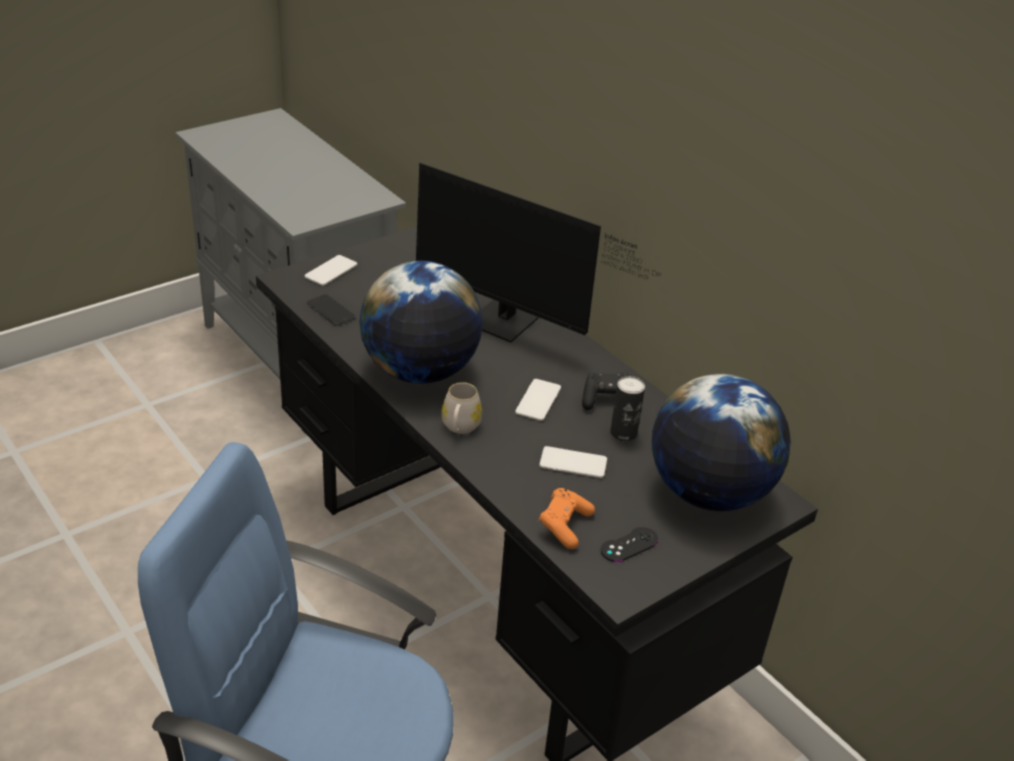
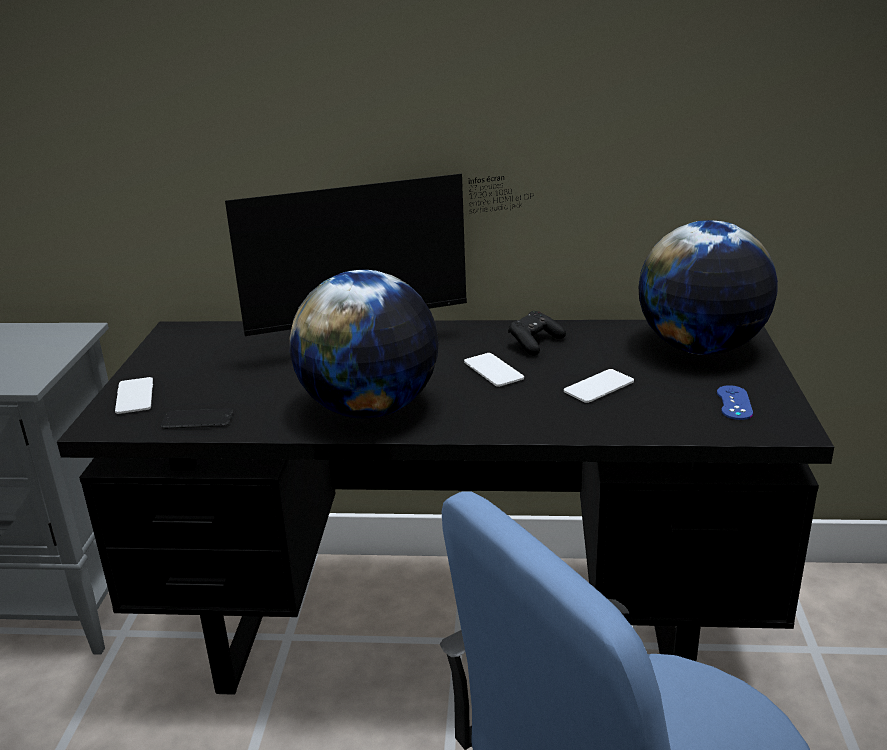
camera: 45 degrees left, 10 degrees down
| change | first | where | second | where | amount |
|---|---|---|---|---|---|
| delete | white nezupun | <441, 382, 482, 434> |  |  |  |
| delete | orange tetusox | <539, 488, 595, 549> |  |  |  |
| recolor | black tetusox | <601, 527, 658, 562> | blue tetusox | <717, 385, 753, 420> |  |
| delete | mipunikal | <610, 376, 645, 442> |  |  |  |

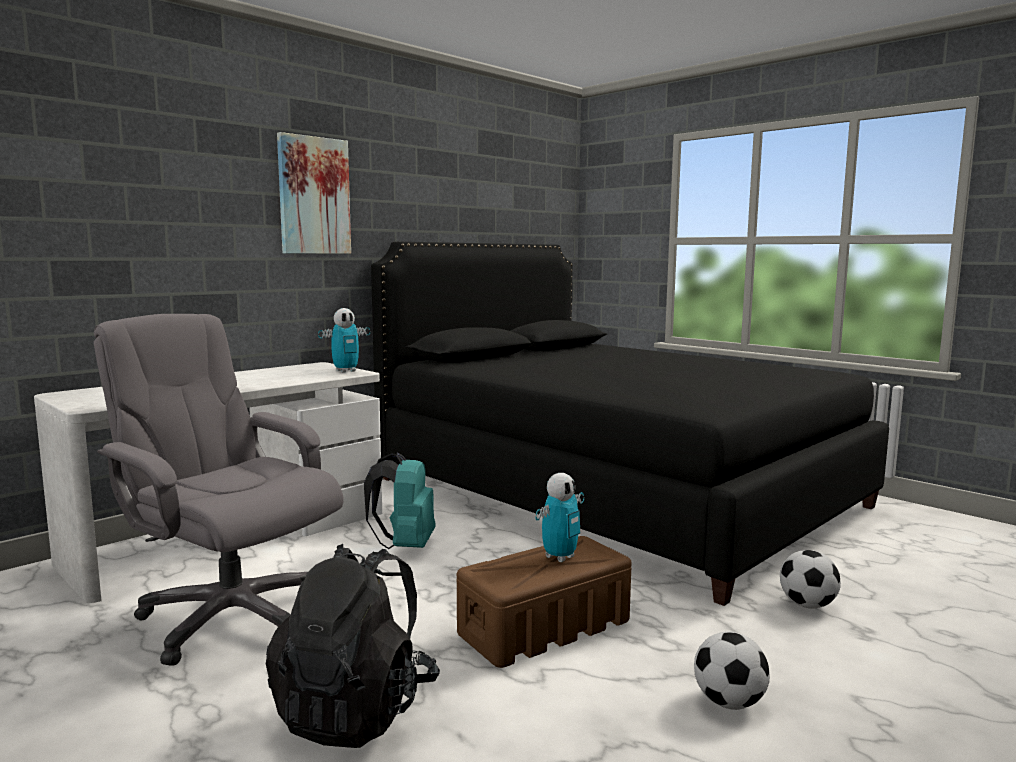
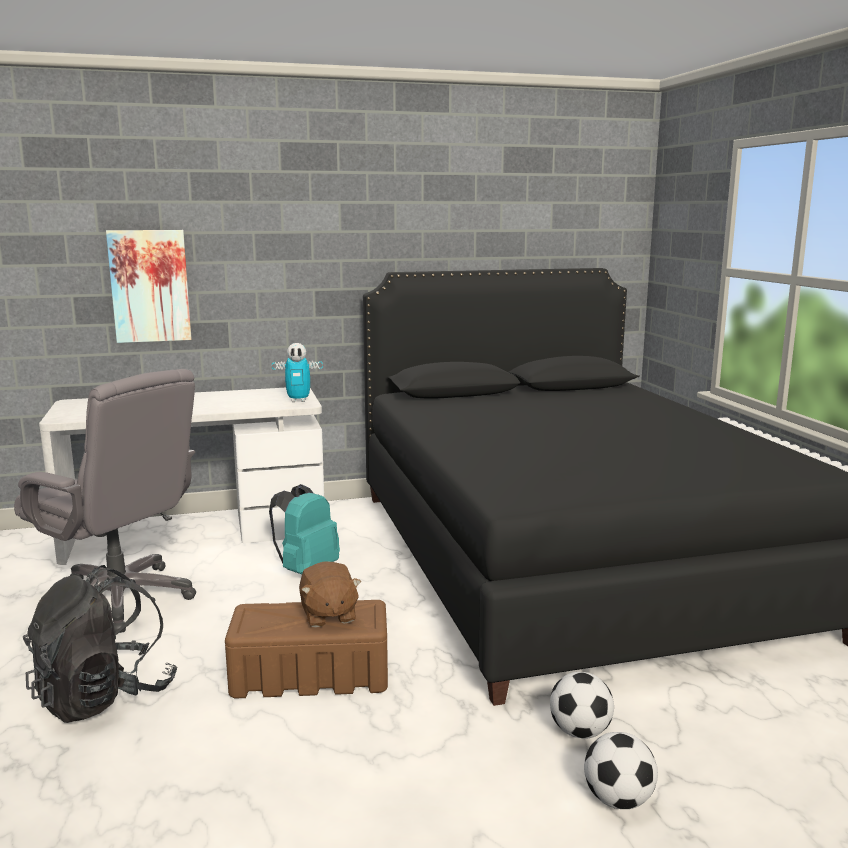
camera: 30 degrees right, 5 degrees up
| change | first | where | second | where | amount |
|---|---|---|---|---|---|
| rotate | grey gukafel | <94, 314, 344, 666> |  | <14, 369, 196, 633> | 150 degrees clockwise |
| move | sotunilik | <277, 132, 351, 254> |  | <106, 230, 192, 343> |  |
| replace | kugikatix | <535, 473, 584, 562> | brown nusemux | <299, 561, 361, 628> |  |
| move | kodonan | <694, 631, 770, 710> |  | <584, 732, 658, 809> |  |

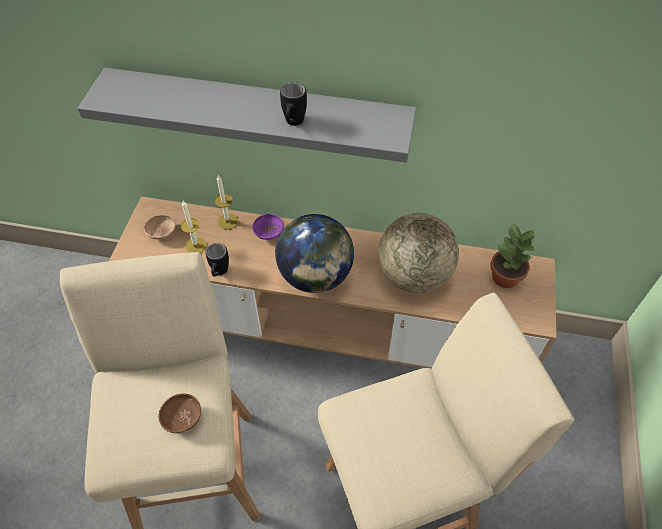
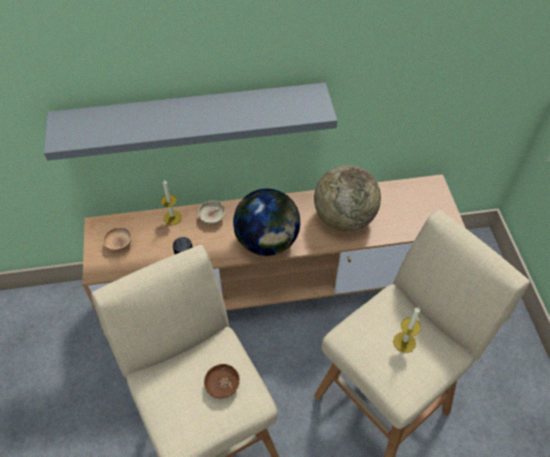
camera: 20 degrees left, 0 degrees up
| change | first | where | second | where | amount |
|---|---|---|---|---|---|
| move | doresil | <181, 201, 207, 253> |  | <393, 307, 421, 353> |  |
| recolor | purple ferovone | <252, 214, 284, 240> | beige ferovone | <198, 201, 225, 224> |  |
| delete | black nezupun | <280, 82, 307, 126> |  |  |  |
| delete | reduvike | <490, 223, 536, 288> |  |  |  |

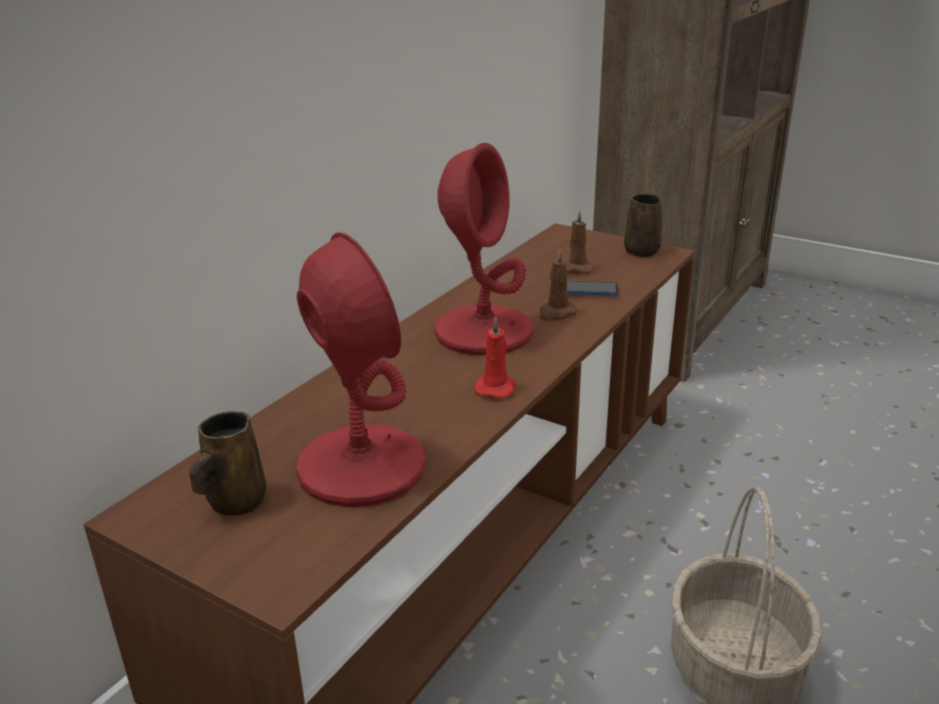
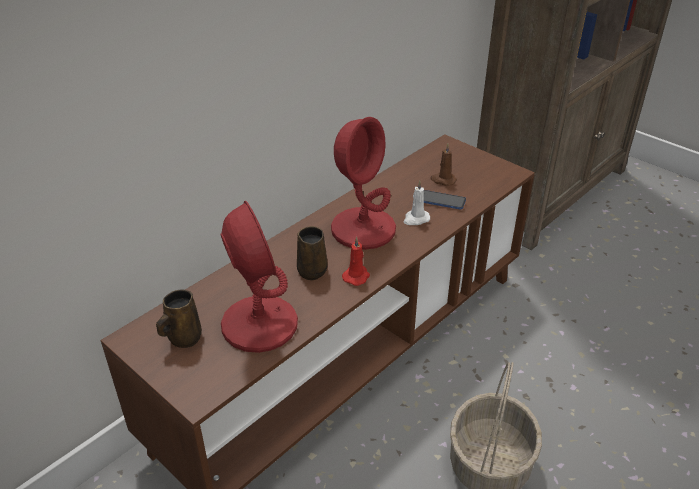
camera: 10 degrees right, 10 degrees up
| change | first | where | second | where | amount |
|---|---|---|---|---|---|
| recolor | brown doresil | <539, 249, 578, 321> | white doresil | <404, 181, 430, 225> |  |
| move | brown nezupun | <624, 193, 662, 257> |  | <297, 226, 327, 280> |  |

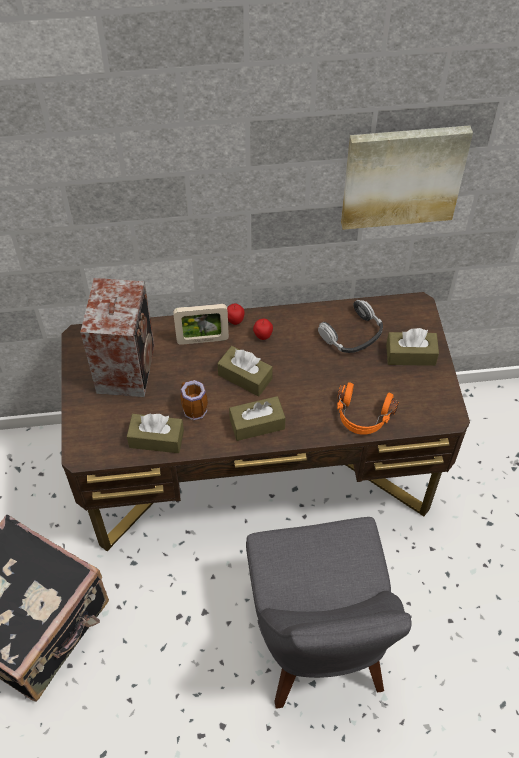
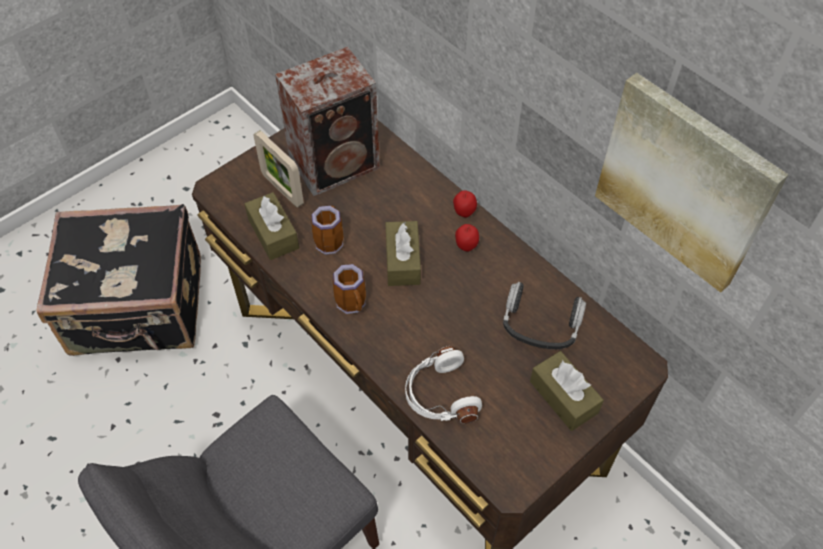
camera: 55 degrees right, 0 degrees up
| change | first | where | second | where | amount |
|---|---|---|---|---|---|
| move | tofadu | <173, 304, 229, 345> |  | <253, 130, 304, 208> |  |
| replace | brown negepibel | <229, 396, 286, 441> | nezupun | <333, 264, 366, 314> |  |
| recolor | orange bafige | <337, 382, 399, 435> | white bafige | <405, 346, 482, 423> |  |

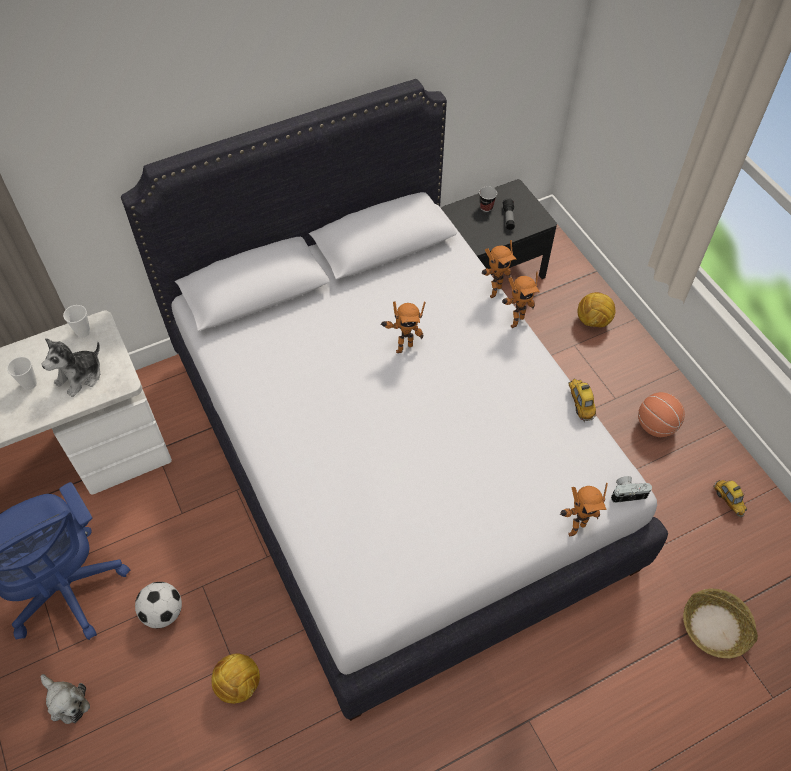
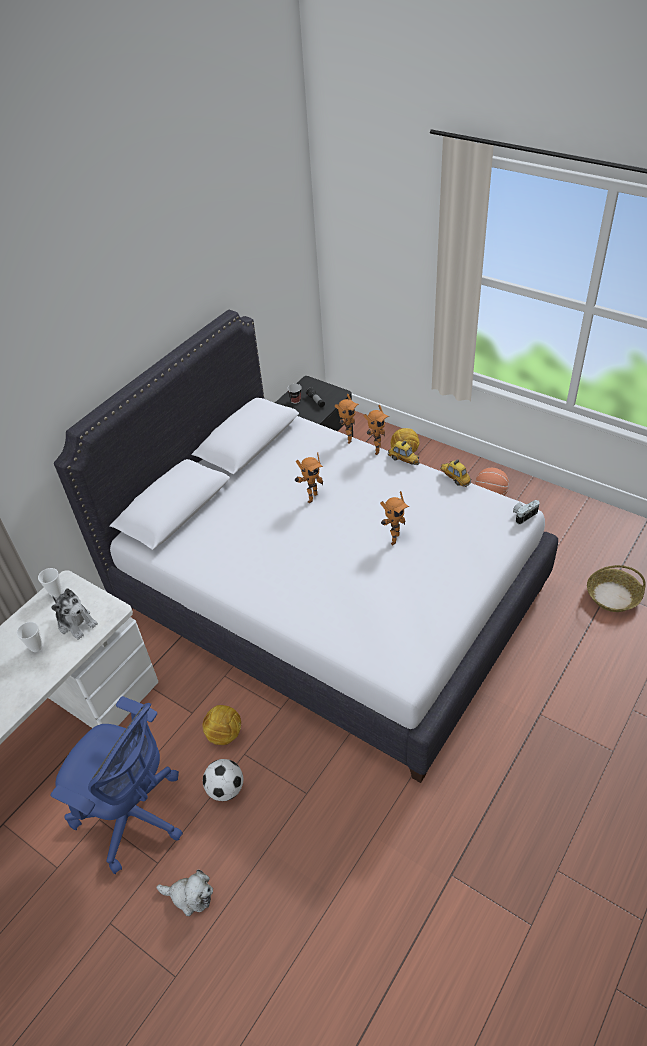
camera: 25 degrees left, 10 degrees down
| change | first | where | second | where | amount |
|---|---|---|---|---|---|
| rotate | nusemux | <42, 338, 100, 397> |  | <51, 588, 98, 640> | 60 degrees counterclockwise |
| move | kodonan | <211, 653, 260, 704> |  | <203, 705, 241, 745> |  |
| move | kugikatix | <560, 483, 608, 537> |  | <380, 491, 409, 545> |  |
| move | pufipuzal | <714, 480, 747, 517> |  | <388, 441, 420, 465> |  |

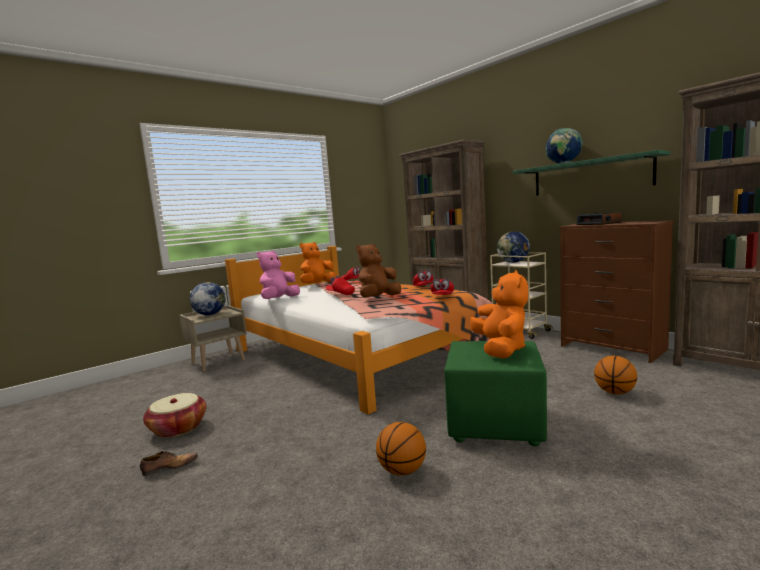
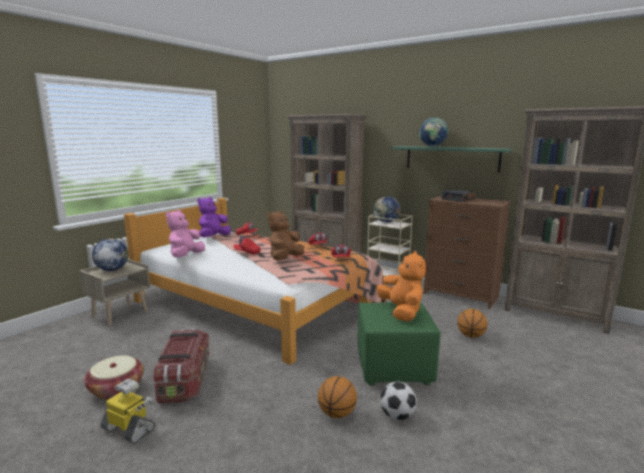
camera: 15 degrees left, 5 degrees up
| change | first | where | second | where | amount |
|---|---|---|---|---|---|
| replace | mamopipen | <140, 451, 198, 476> | kugikatix | <100, 379, 155, 443> |  |
| recolor | orange nusemux | <300, 242, 336, 284> | purple nusemux | <197, 197, 231, 237> |  |
| insert |  |  | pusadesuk | <154, 329, 209, 404> |  |
| insert |  |  | kodonan | <380, 382, 417, 420> |  |

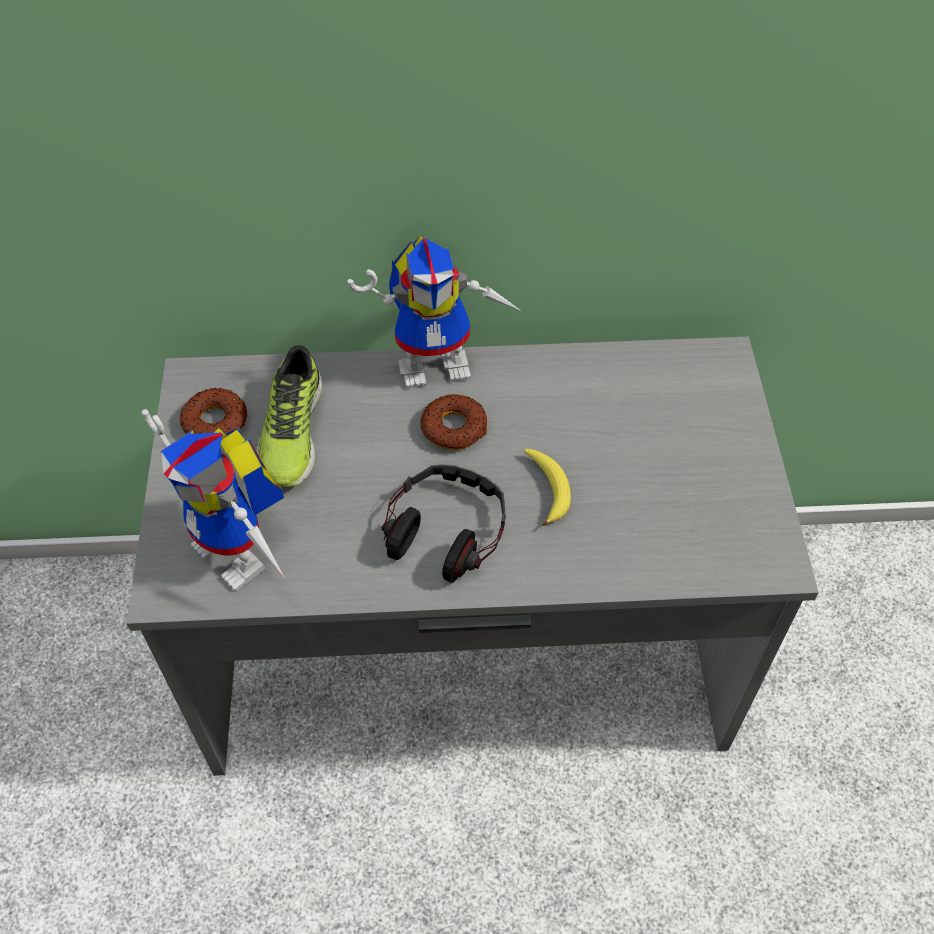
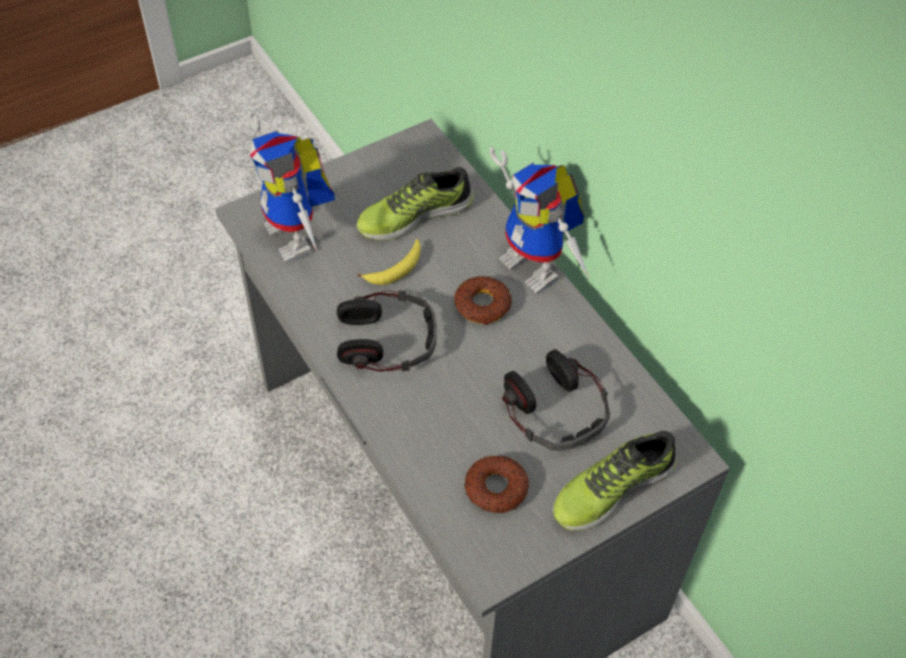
camera: 60 degrees right, 0 degrees up
| change | first | where | second | where | amount |
|---|---|---|---|---|---|
| rotate | kugikatix | <142, 409, 285, 592> |  | <248, 111, 335, 263> | 45 degrees counterclockwise |
| move | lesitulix | <180, 388, 247, 434> |  | <464, 455, 529, 513> |  |
| move | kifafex | <524, 449, 571, 526> |  | <358, 239, 421, 285> |  |
| insert |  |  | bafige | <502, 349, 610, 451> |  |
| insert |  |  | mamopipen | <553, 431, 677, 531> |  |

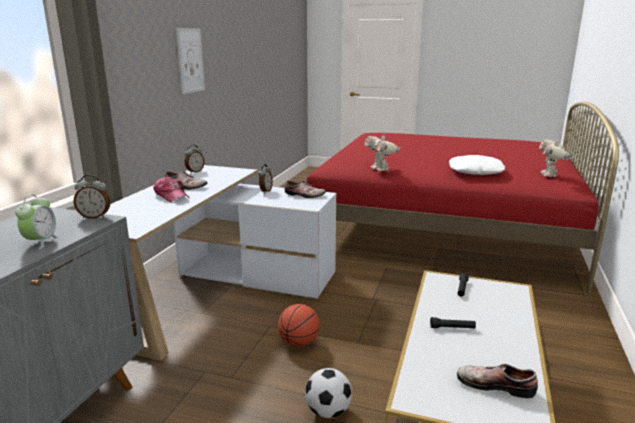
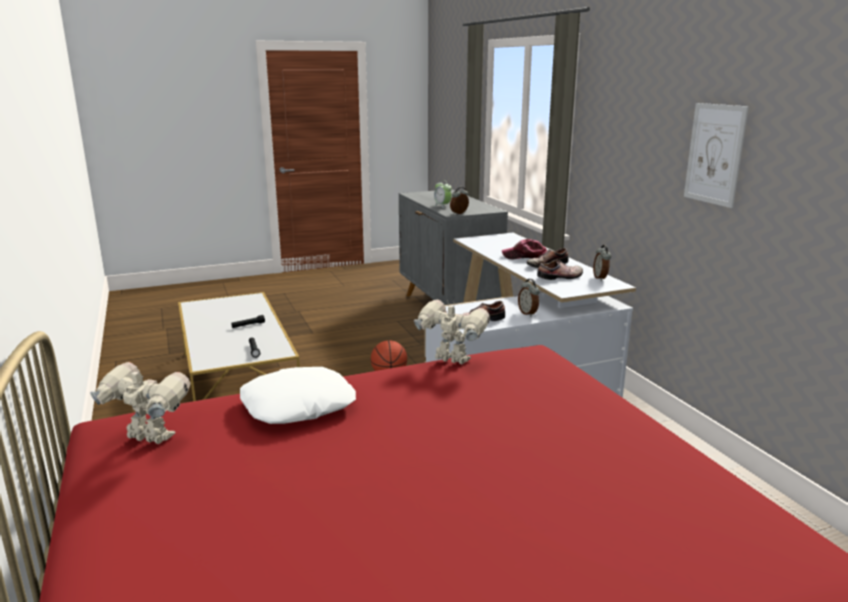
camera: 140 degrees right, 0 degrees up
| change | first | where | second | where | amount |
|---|---|---|---|---|---|
| delete | kodonan | <305, 368, 352, 418> |  |  |  |
| move | mamopipen | <457, 364, 538, 398> |  | <537, 260, 583, 280> |  |
| rotate | kugikatix | <539, 137, 571, 177> |  | <90, 362, 191, 444> | 45 degrees counterclockwise |

